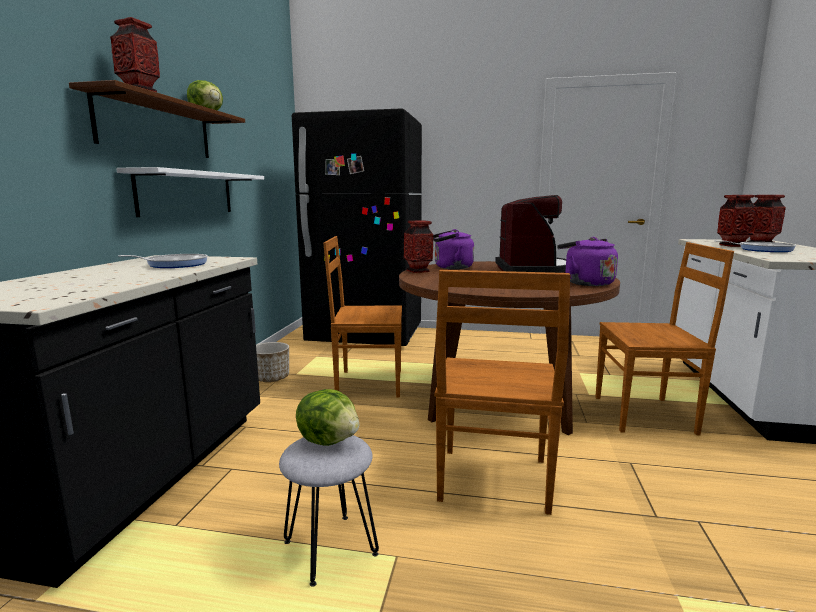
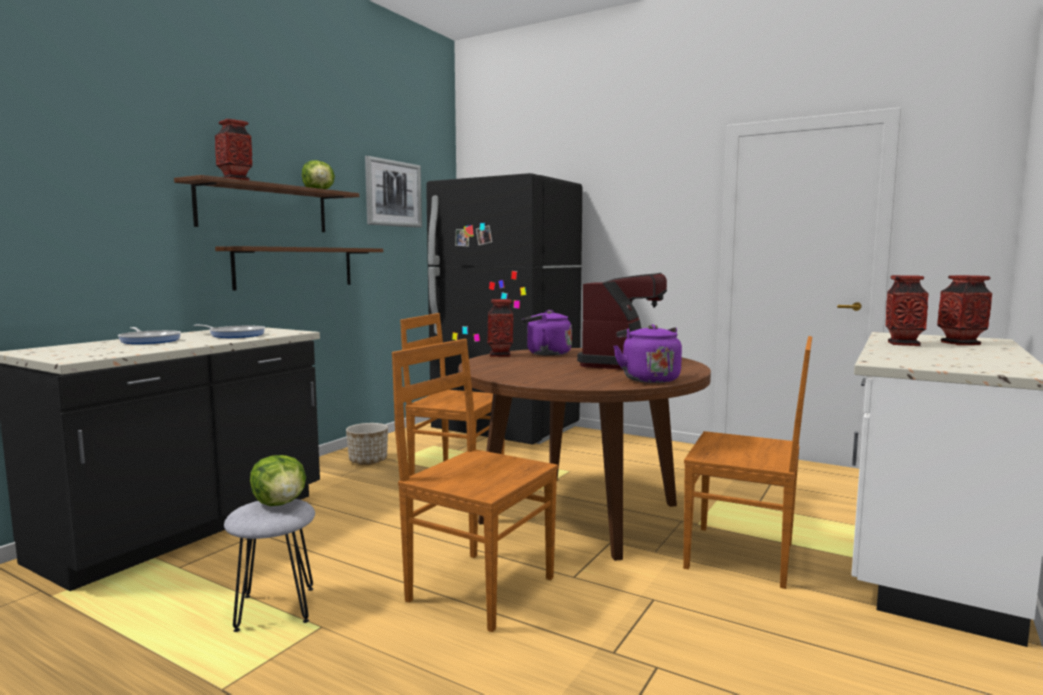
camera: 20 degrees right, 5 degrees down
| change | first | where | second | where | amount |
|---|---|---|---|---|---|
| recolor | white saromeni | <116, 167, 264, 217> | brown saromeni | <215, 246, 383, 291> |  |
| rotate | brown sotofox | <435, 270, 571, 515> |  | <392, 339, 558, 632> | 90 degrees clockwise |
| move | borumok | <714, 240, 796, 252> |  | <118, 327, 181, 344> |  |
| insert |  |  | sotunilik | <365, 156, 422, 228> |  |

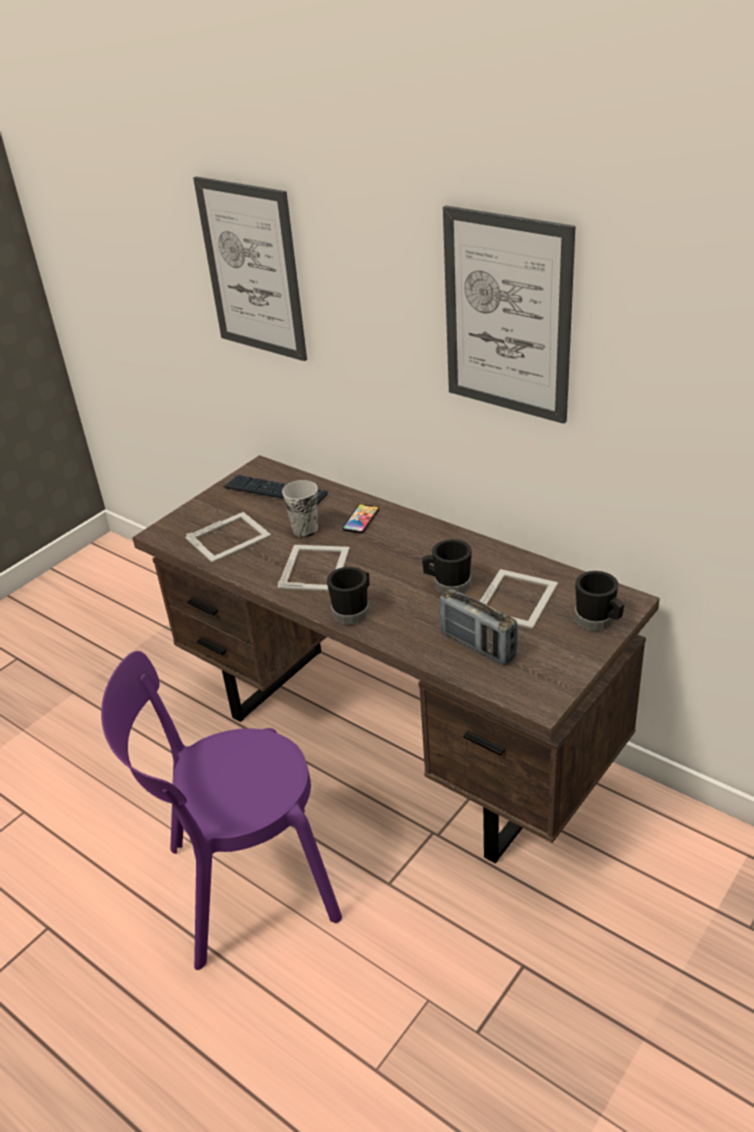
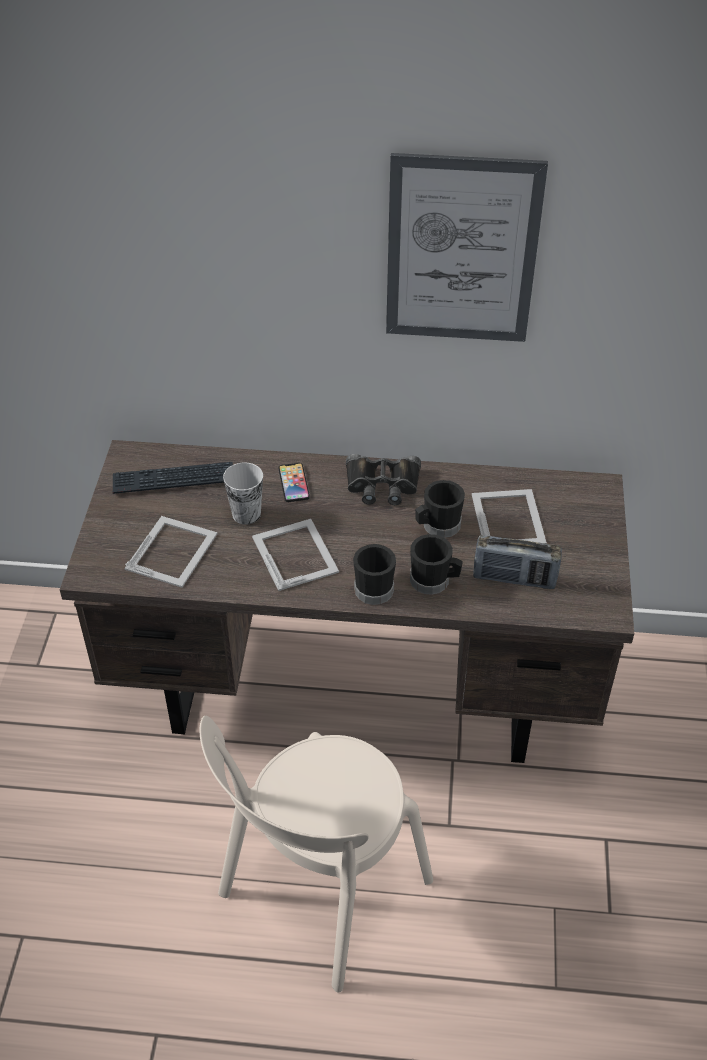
camera: 35 degrees left, 10 degrees up
| change | first | where | second | where | amount |
|---|---|---|---|---|---|
| recolor | purple sotofox | <101, 651, 342, 970> | beige sotofox | <200, 716, 433, 993> |  |
| delete | sotunilik | <193, 176, 307, 361> |  |  |  |
| move | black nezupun | <575, 571, 624, 631> |  | <410, 534, 463, 595> |  |
| insert |  |  | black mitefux | <346, 454, 421, 505> |  |

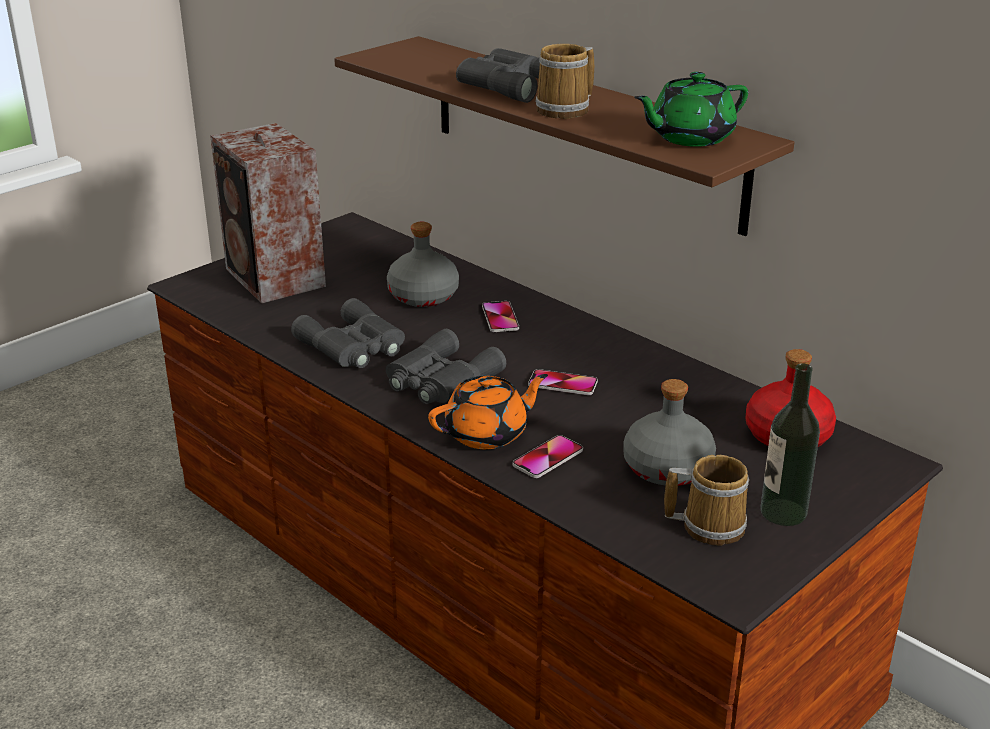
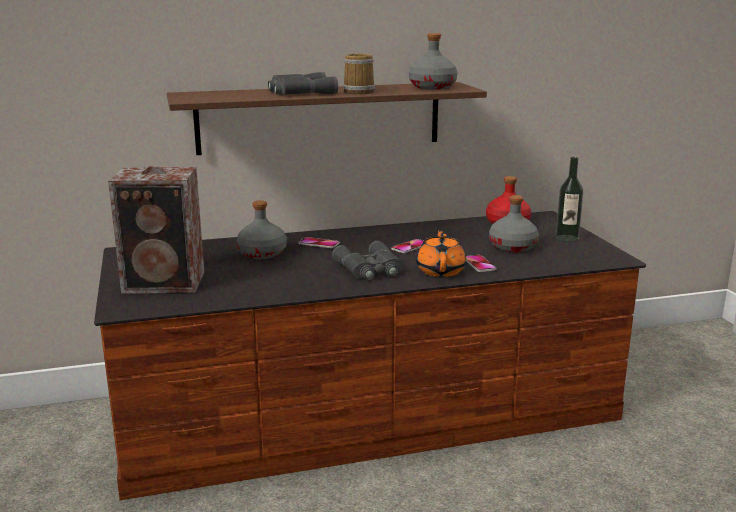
camera: 60 degrees left, 10 degrees down
| change | first | where | second | where | amount |
|---|---|---|---|---|---|
| delete | grey mitefux | <291, 298, 405, 368> |  |  |  |
| replace | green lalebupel | <634, 72, 748, 147> | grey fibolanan | <409, 33, 457, 89> |  |
| delete | nezupun | <664, 455, 749, 545> |  |  |  |

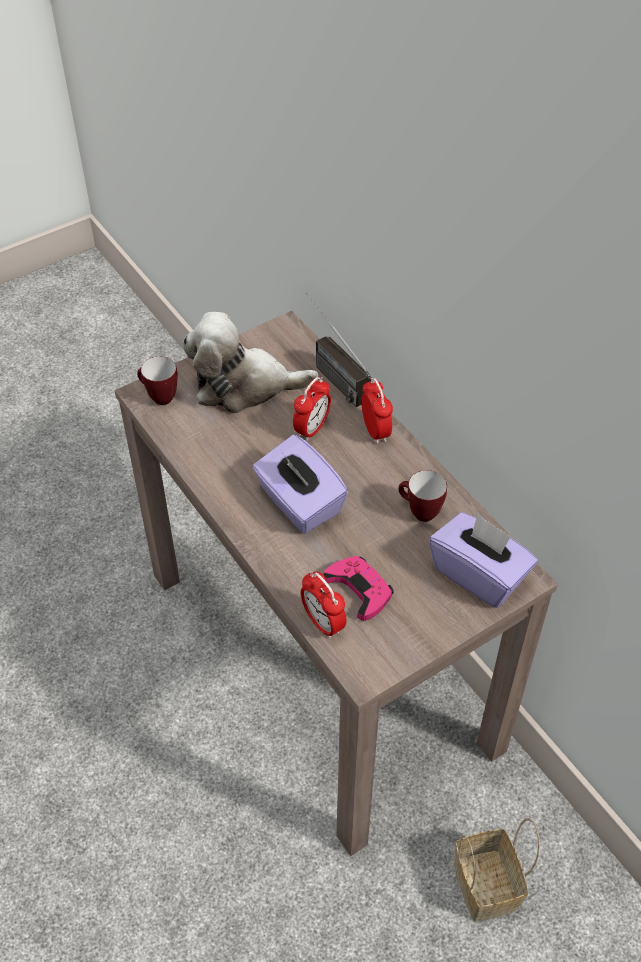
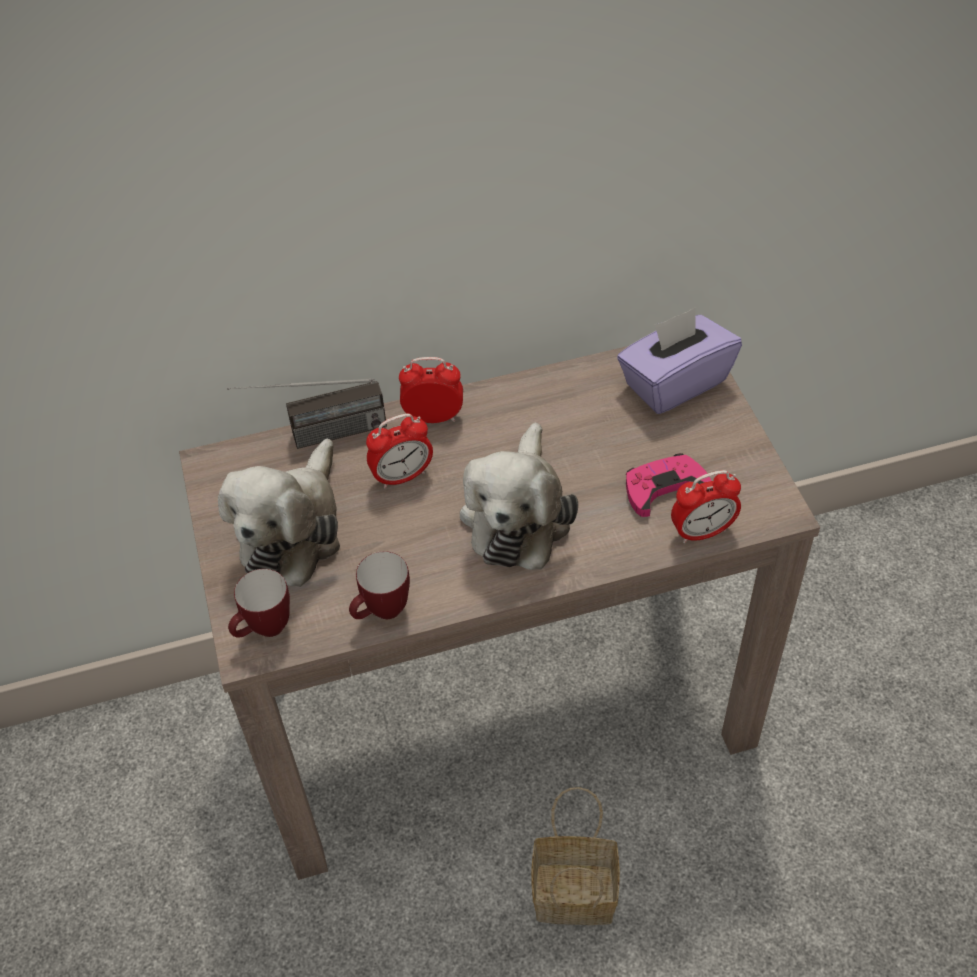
camera: 70 degrees left, 0 degrees up
| change | first | where | second | where | amount |
|---|---|---|---|---|---|
| replace | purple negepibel | <253, 435, 348, 534> | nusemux | <460, 423, 578, 570> |  |
| rotate | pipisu | <293, 377, 331, 442> |  | <366, 414, 433, 489> | 105 degrees clockwise |
| move | nezupun | <398, 470, 447, 522> |  | <349, 551, 410, 619> |  |
| move | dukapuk | <454, 818, 540, 922> |  | <531, 787, 620, 925> |  |

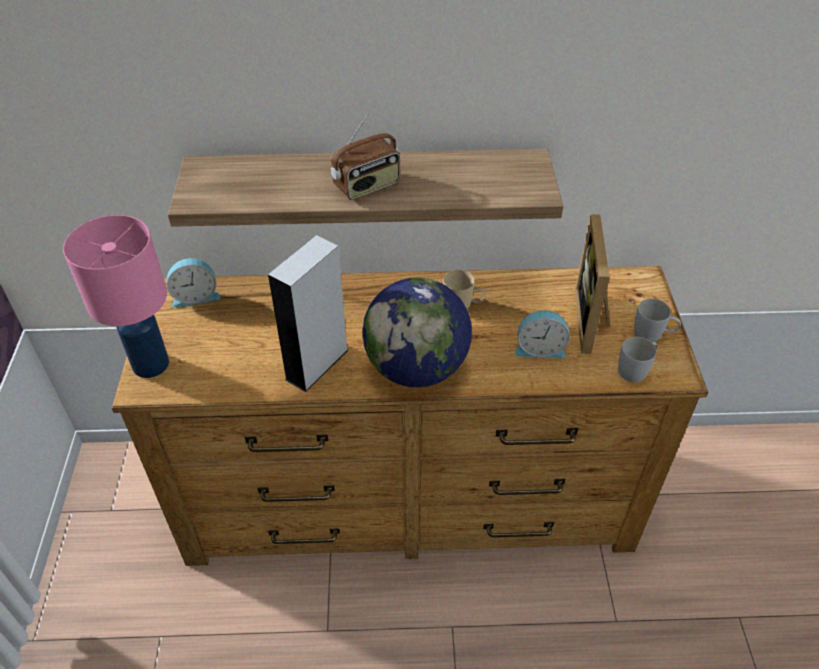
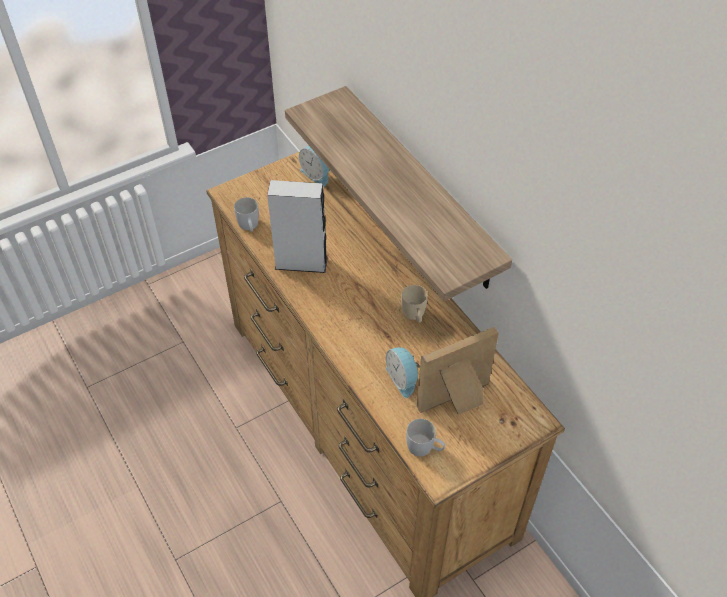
camera: 60 degrees right, 5 degrees up
| change | first | where | second | where | amount |
|---|---|---|---|---|---|
| delete | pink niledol | <63, 215, 169, 378> |  |  |  |
| delete | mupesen | <331, 113, 400, 200> |  |  |  |
| delete | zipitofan | <362, 278, 472, 387> |  |  |  |
| move | white nezupun | <634, 299, 681, 342> |  | <234, 197, 259, 232> |  |

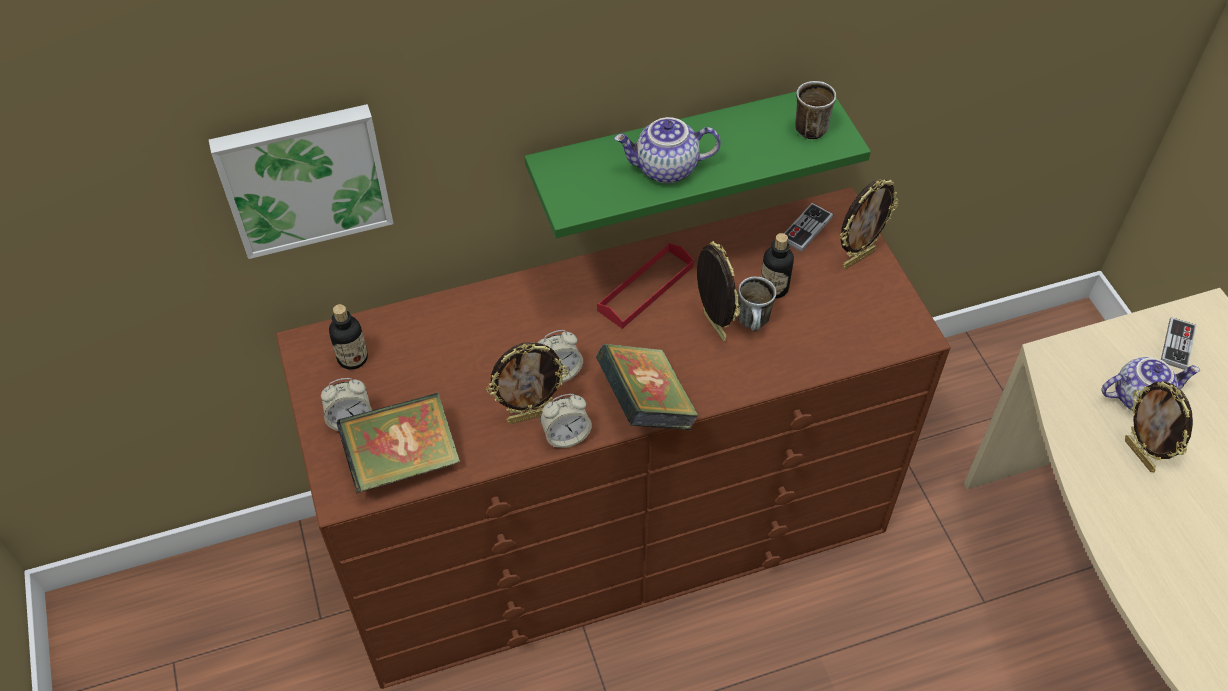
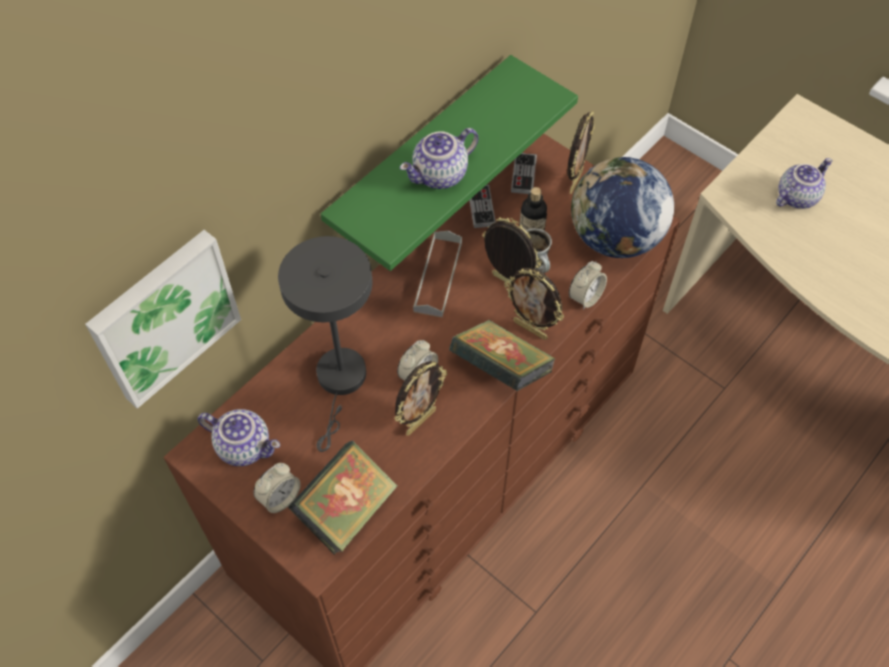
camera: 30 degrees left, 5 degrees up
| change | first | where | second | where | amount |
|---|---|---|---|---|---|
| replace | fibolanan | <329, 304, 368, 370> | lalebupel | <197, 409, 280, 466> |  |
| move | pipisu | <540, 394, 592, 448> |  | <569, 261, 607, 310> |  |
| recolor | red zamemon | <597, 243, 694, 329> | grey zamemon | <413, 231, 462, 317> |  |
| delete | nezupun | <795, 81, 836, 140> |  |  |  |
| move | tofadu | <1125, 381, 1193, 472> |  | <504, 268, 564, 340> |  |
| move | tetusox | <1161, 317, 1196, 370> |  | <469, 184, 496, 228> |  |
| insert |  |  | grey niledol | <278, 236, 372, 452> |  |
| insert |  |  | zipitofan | <571, 157, 674, 258> |  |

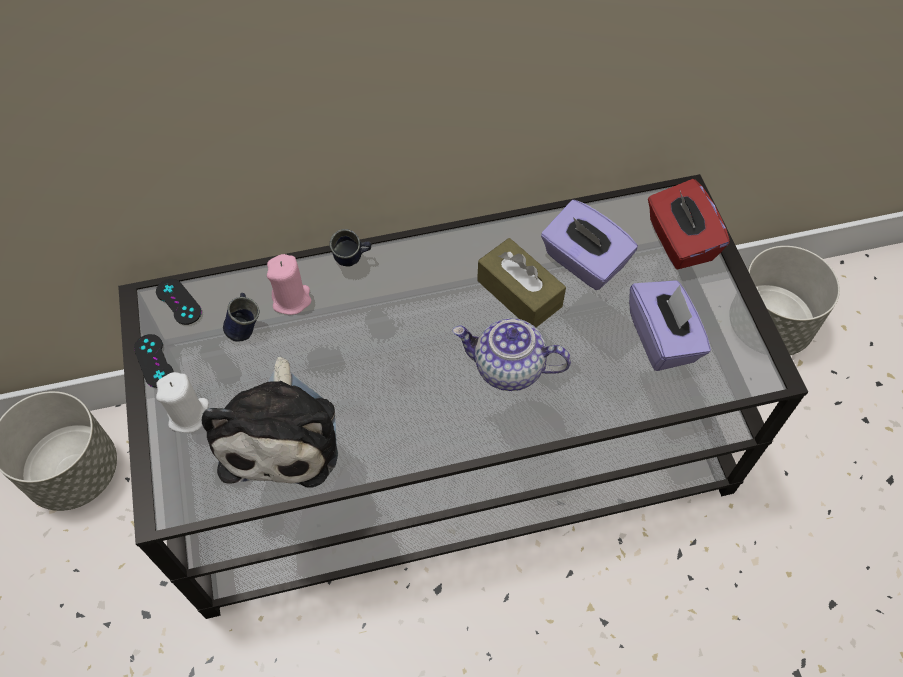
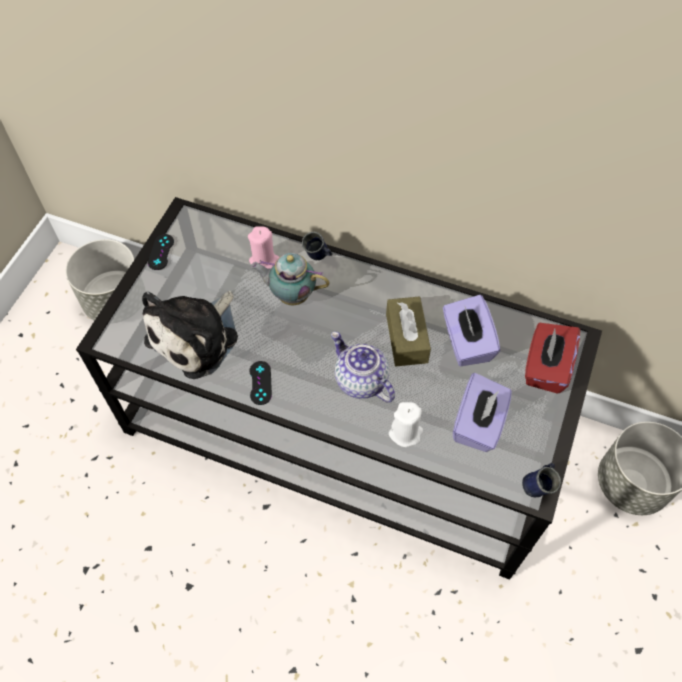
camera: 35 degrees right, 0 degrees up
| change | first | where | second | where | amount |
|---|---|---|---|---|---|
| move | black tetusox | <156, 279, 202, 325> |  | <249, 361, 272, 405> |  |
| move | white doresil | <156, 372, 209, 433> |  | <389, 402, 423, 447> |  |
| move | blue nezupun | <223, 293, 259, 342> |  | <522, 463, 561, 497> |  |
| insert |  |  | lalebupel | <251, 253, 329, 305> |  |

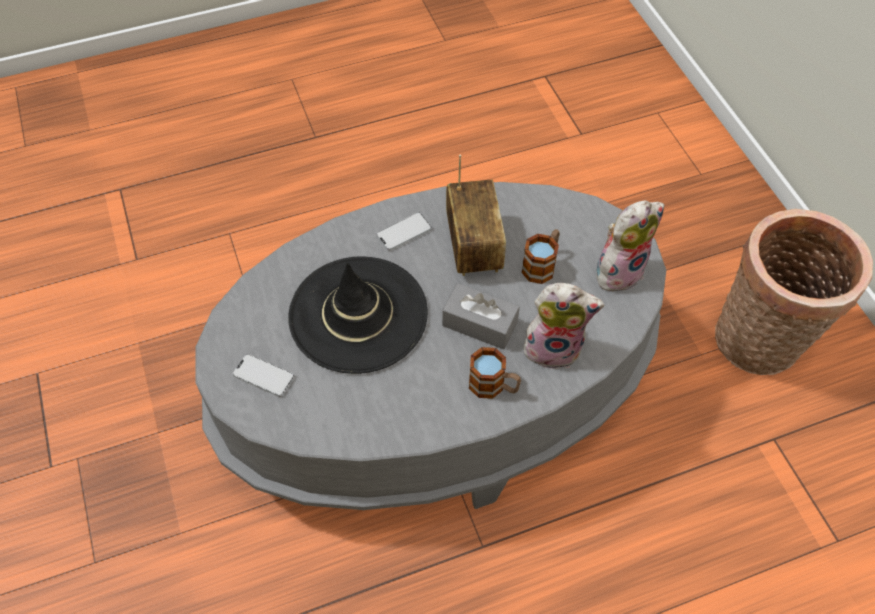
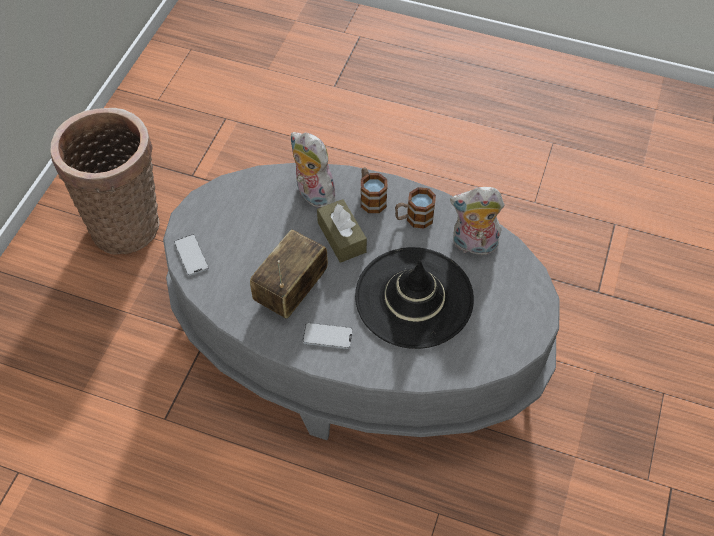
camera: 140 degrees left, 0 degrees up
| change | first | where | second | where | amount |
|---|---|---|---|---|---|
| move | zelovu | <233, 354, 294, 397> |  | <174, 234, 209, 276> |  |
| recolor | grey negepibel | <442, 283, 520, 350> | brown negepibel | <317, 199, 367, 263> |  |
| move | nezupun | <521, 229, 560, 284> |  | <395, 187, 436, 228> |  |
| move | nusemux | <596, 200, 664, 292> |  | <450, 187, 504, 255> |  |

